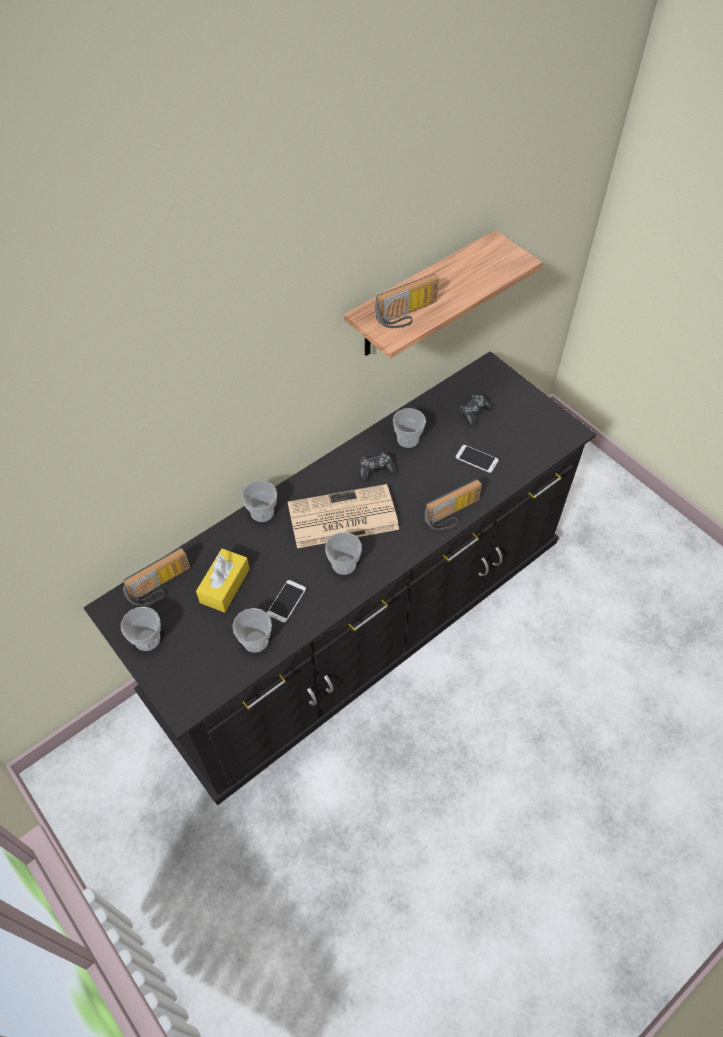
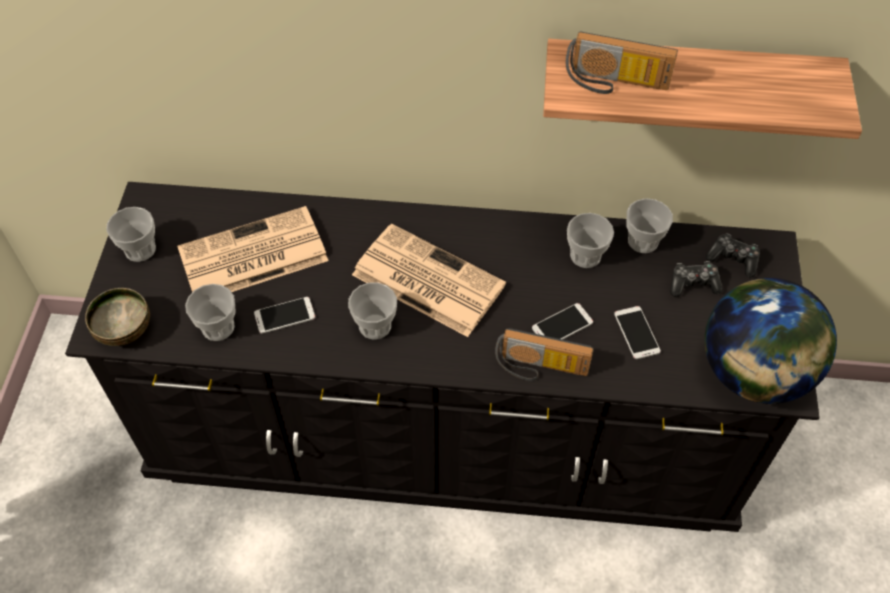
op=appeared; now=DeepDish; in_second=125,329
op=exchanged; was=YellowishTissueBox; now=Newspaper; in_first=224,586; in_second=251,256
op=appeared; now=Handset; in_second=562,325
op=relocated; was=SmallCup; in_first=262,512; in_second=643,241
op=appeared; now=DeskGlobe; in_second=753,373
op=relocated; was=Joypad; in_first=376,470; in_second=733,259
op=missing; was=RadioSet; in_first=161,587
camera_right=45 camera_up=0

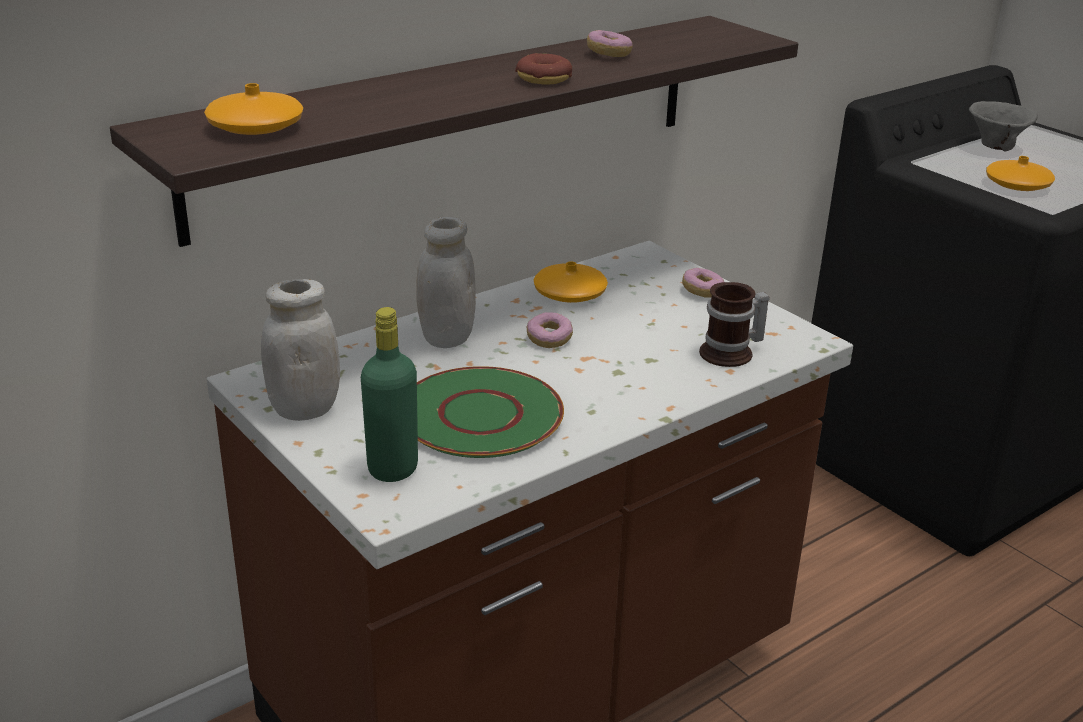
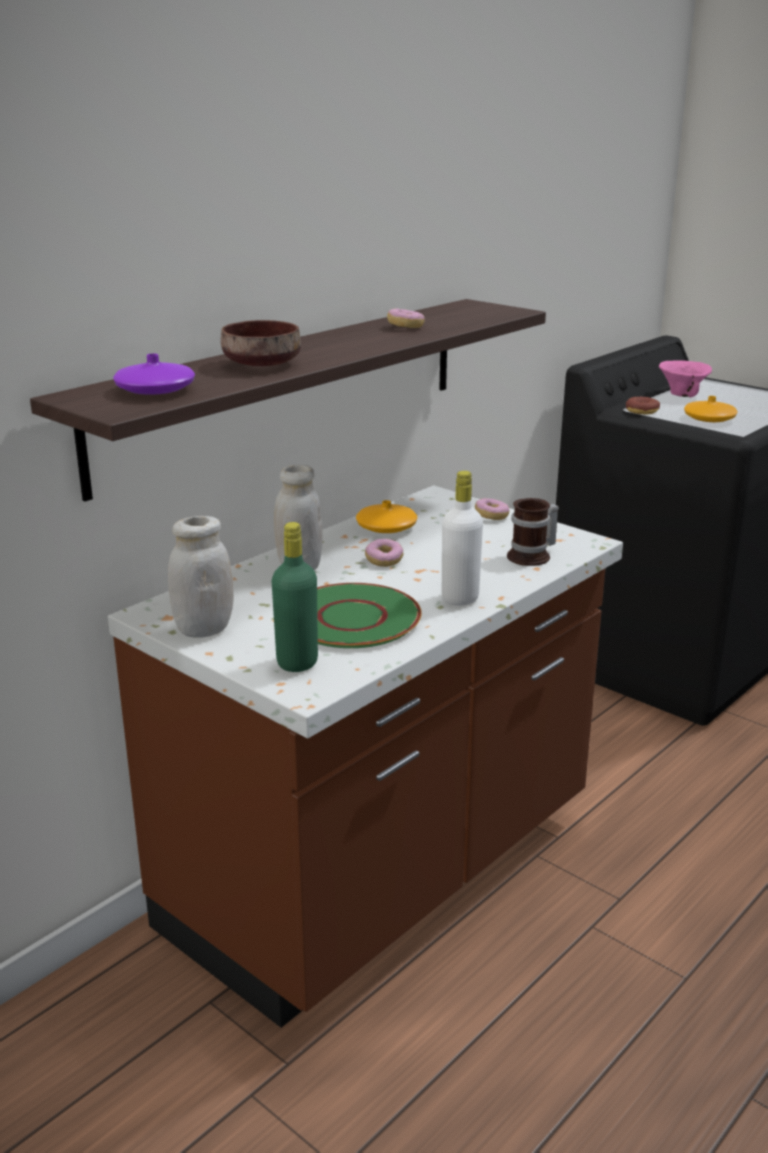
op=colour; was=OrangeFlowerVase; now=PurplishFlowerVase; in_first=255,127; in_second=155,390
op=appeared; now=BrownColouredDeepDish; in_second=263,364
op=appeared; now=WhitishBottle; in_second=460,598
op=relocated; was=Doughnut; in_first=544,79; in_second=641,411
op=colour; was=GreyishDeepDish; now=PinkishDeepDish; in_first=994,146; in_second=681,395
camera_right=-10 camera_up=-5

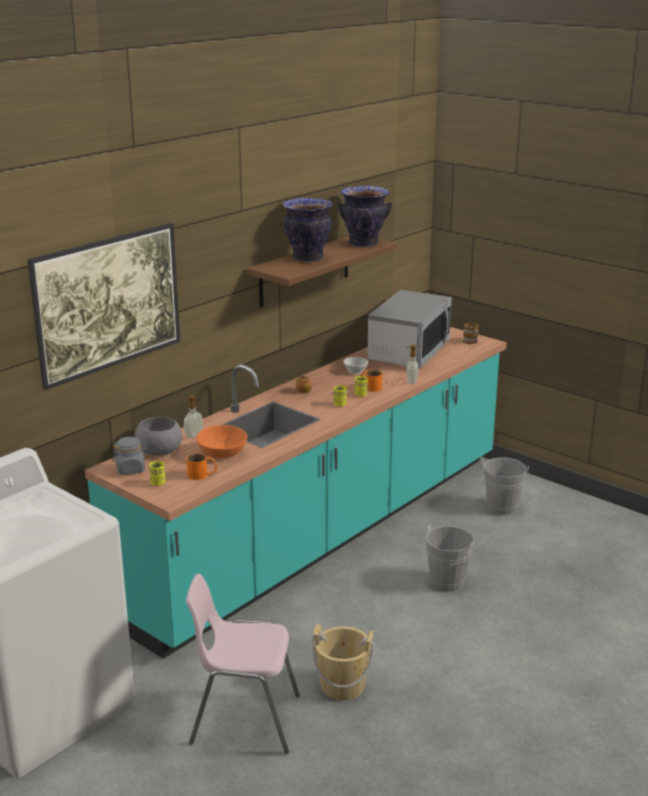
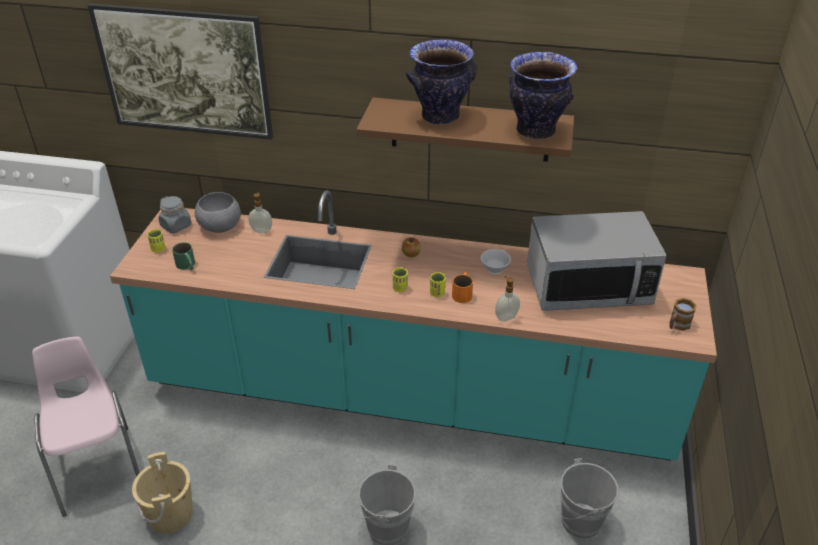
op=colour; was=OrangeTeaMug; now=GreenColouredTeaMug; in_first=202,475; in_second=187,266
op=missing; was=OrangeDeepDish; in_first=223,453
camera_right=60 camera_up=15

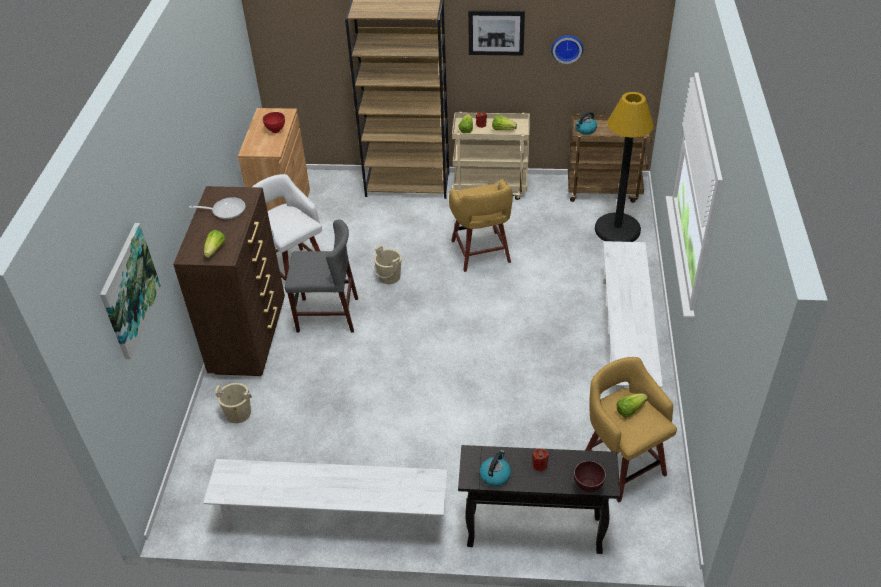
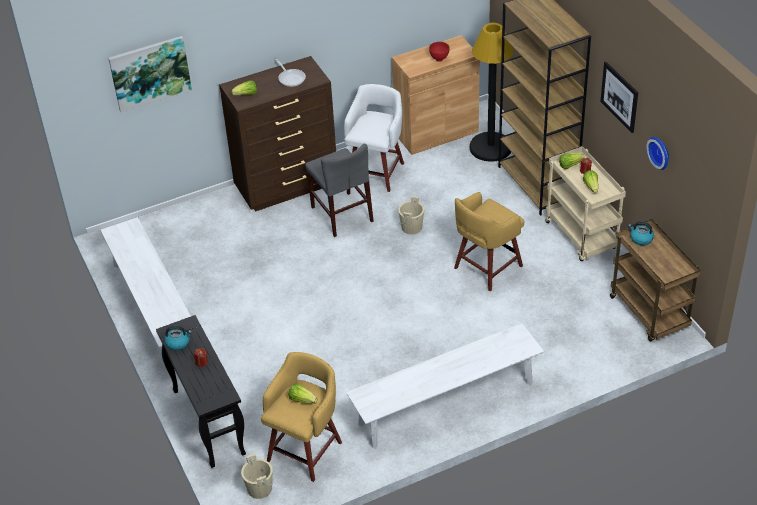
op=relocated; was=BeigeColouredPail; in_first=238,413; in_second=259,488
op=relocated; was=BlackishStandingLamp; in_first=617,229; in_second=490,147
op=missing; was=BrownColouredDeepDish; in_first=588,487
camera_right=60 camera_up=0

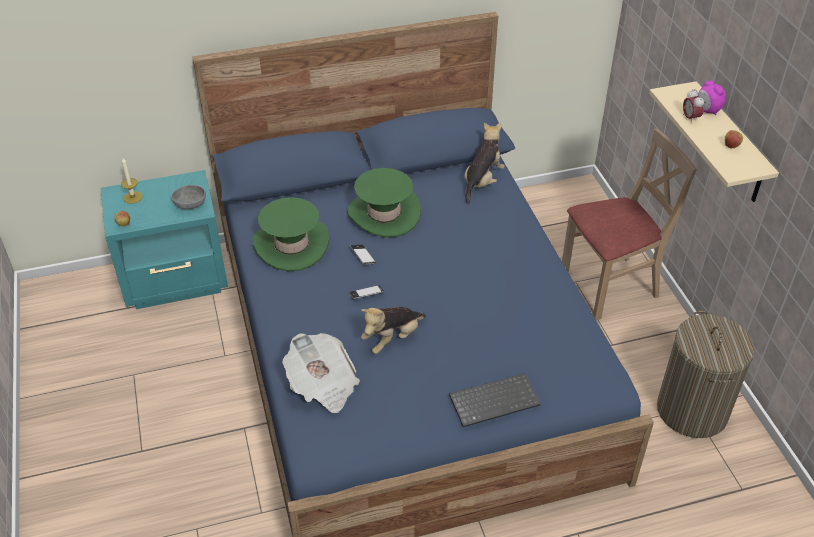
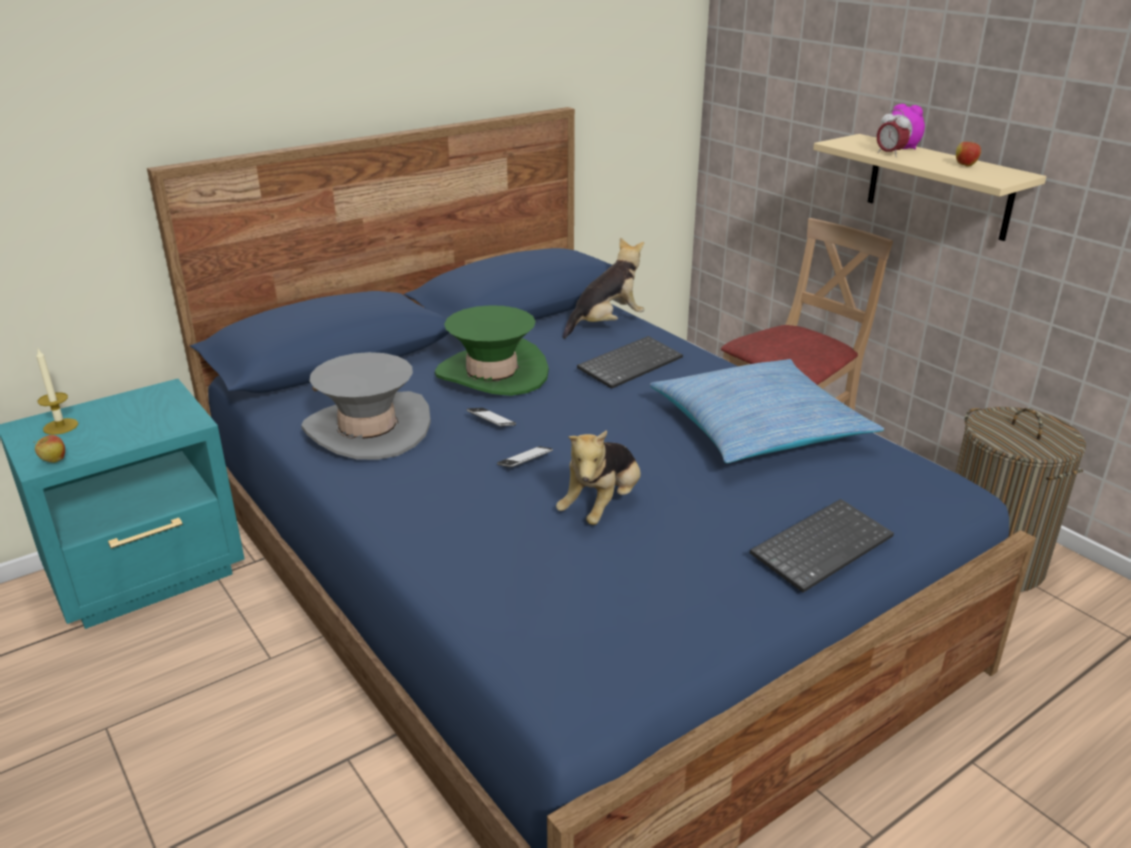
op=colour; was=GreenColouredHat; now=GreyishHat; in_first=291,245; in_second=367,429
op=spun; was=SoftToy; in_first=482,181; in_second=606,324; clockwise=45
op=appeared; now=Keyboard; in_second=630,363
op=appeared; now=Cushion; in_second=758,428
op=missing; was=GreyishDeepDish; in_first=190,204
op=missing; was=Newspaper; in_first=322,385
camera_right=-20 camera_up=-15

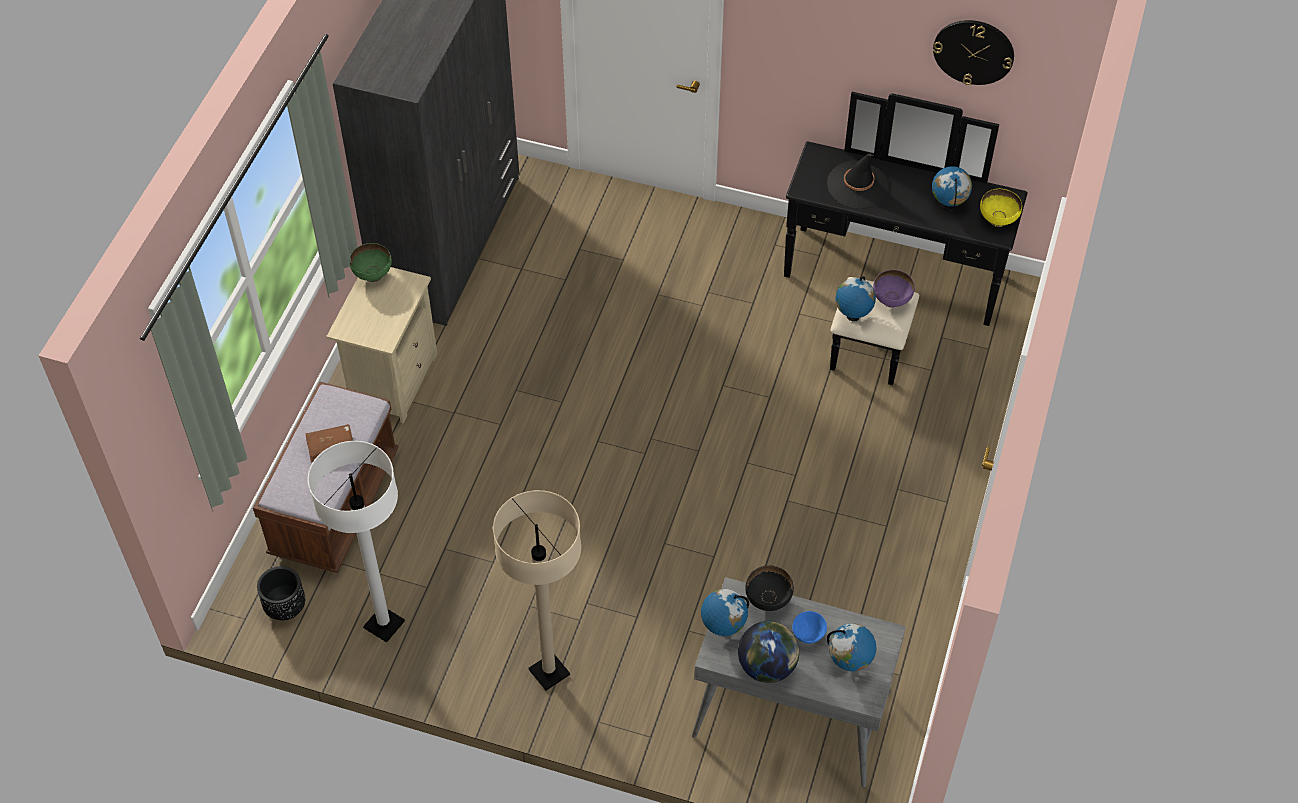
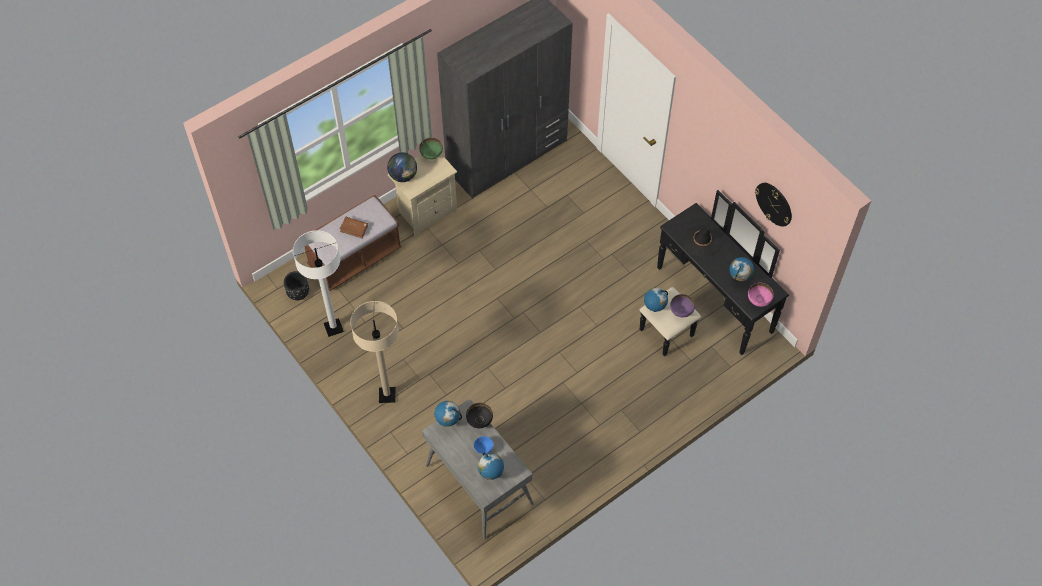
op=relocated; was=DeskGlobe; in_first=767,666; in_second=403,176
op=colour; was=YellowishDeepDish; now=PinkishDeepDish; in_first=997,220; in_second=758,301
camera_right=35 camera_up=5

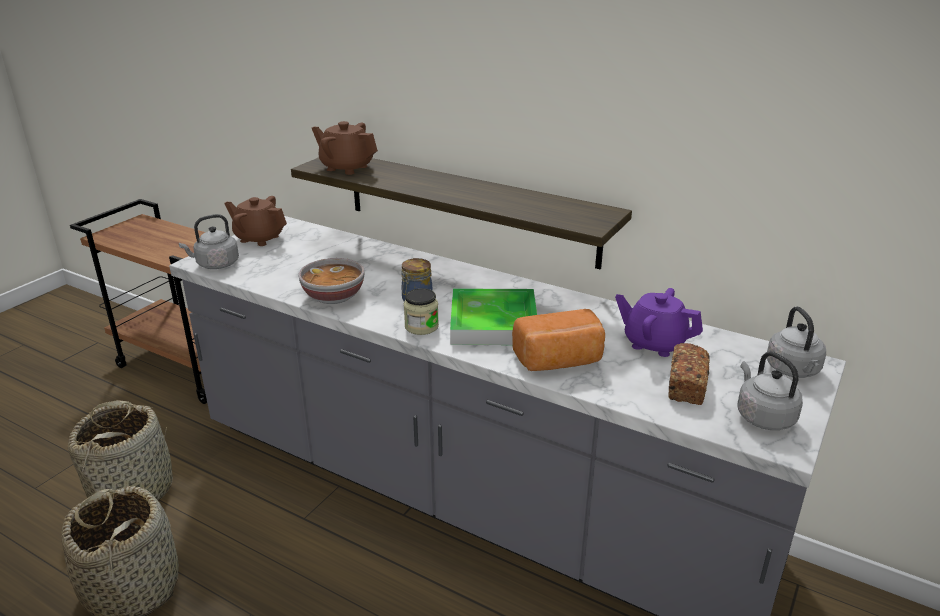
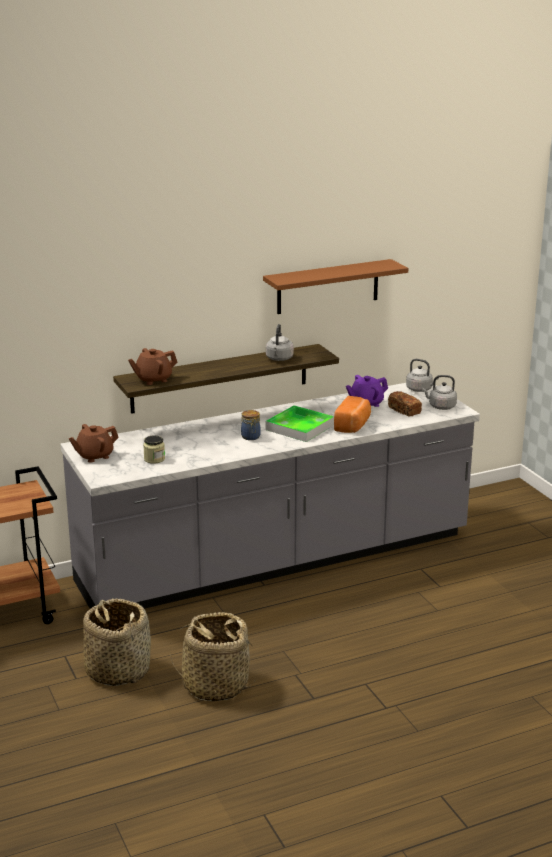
op=relocated; was=Jar; in_first=421,326; in_second=154,459
op=appeared; now=BrownColouredWallShelf; in_second=328,287
op=relocated; was=GreyishTeaKettle; in_first=215,264; in_second=279,359
op=missing; was=DeepDish; in_first=334,297
camera_right=-55 camera_up=-5

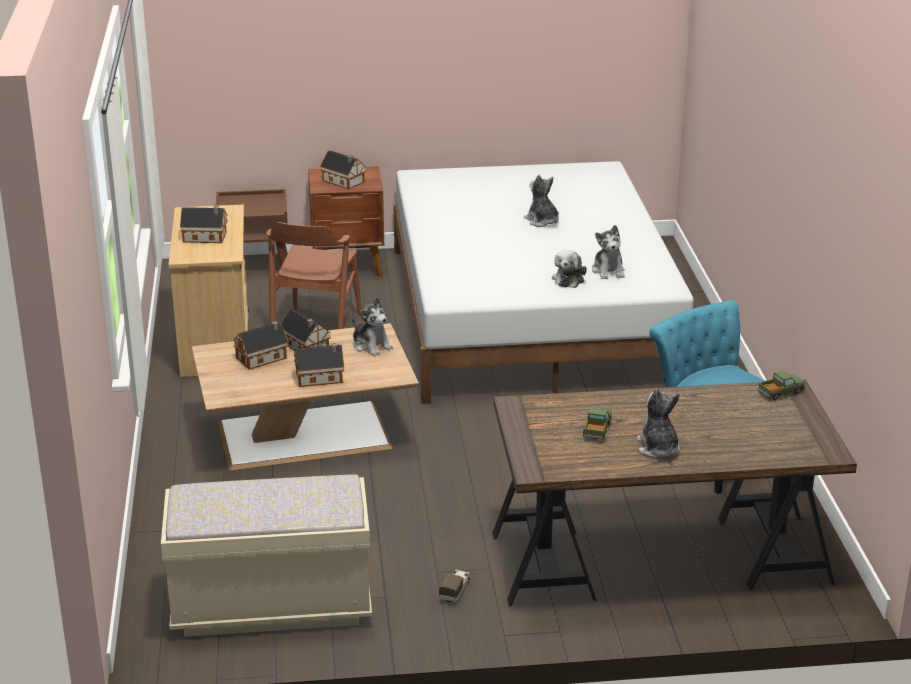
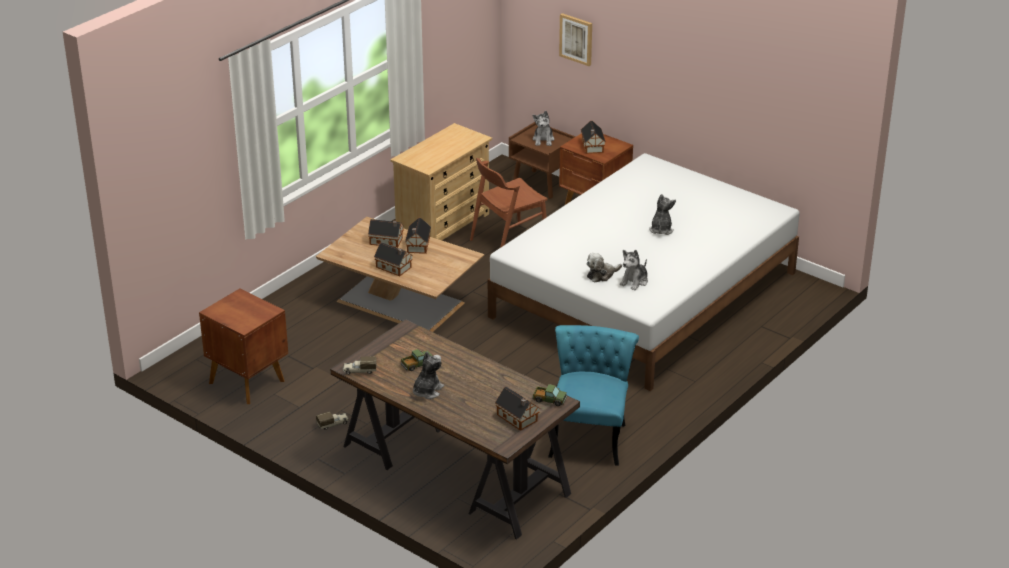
op=exchanged; was=BeigeColouredIndoorBench; now=BrownColouredNightstand; in_first=271,605; in_second=247,381
op=appeared; now=ToyLorry; in_second=359,371
op=relocated; was=ModelHouse; in_first=206,237; in_second=518,418
op=relocated; was=SoftToy; in_first=371,346; in_second=543,140
op=appeared; now=WallArt; in_second=576,39
camera_right=45 camera_up=5

